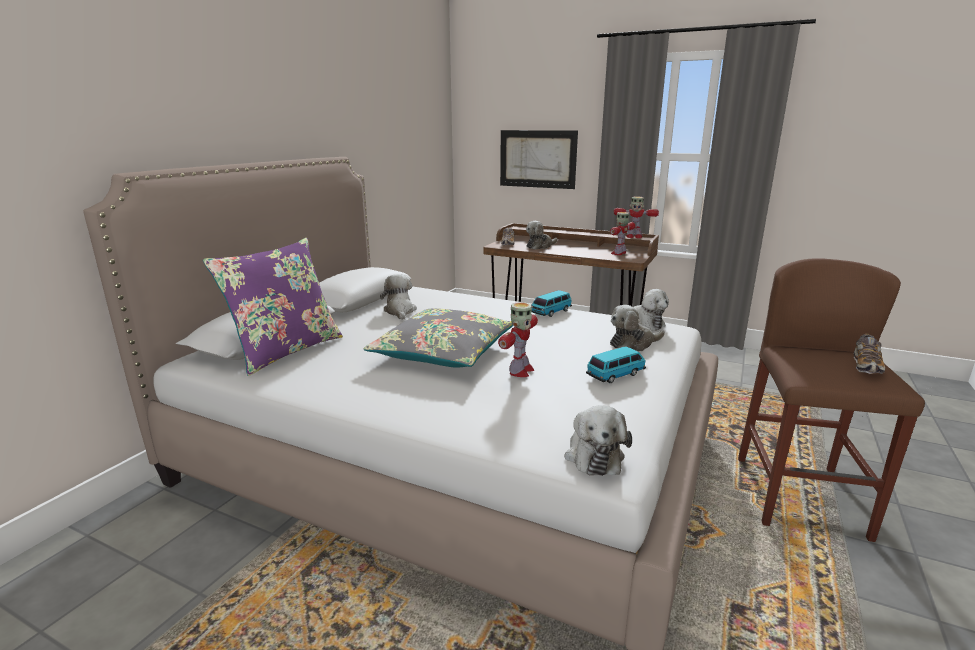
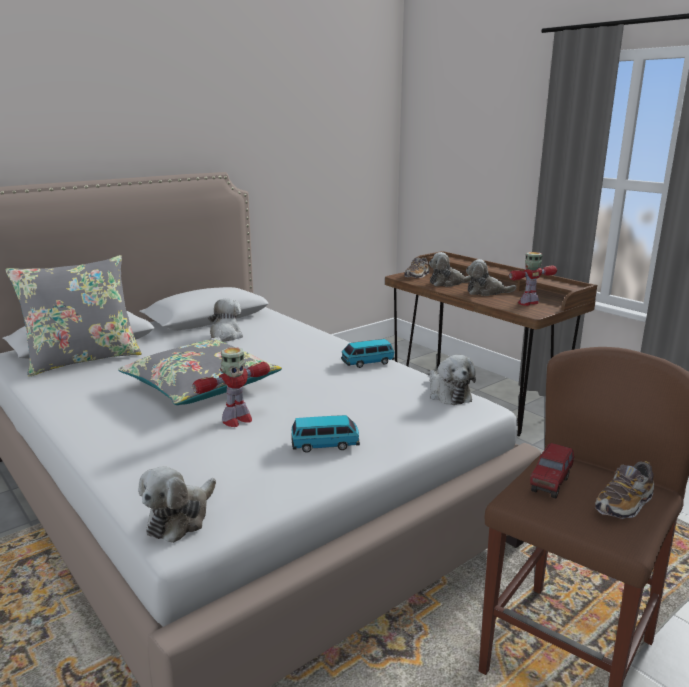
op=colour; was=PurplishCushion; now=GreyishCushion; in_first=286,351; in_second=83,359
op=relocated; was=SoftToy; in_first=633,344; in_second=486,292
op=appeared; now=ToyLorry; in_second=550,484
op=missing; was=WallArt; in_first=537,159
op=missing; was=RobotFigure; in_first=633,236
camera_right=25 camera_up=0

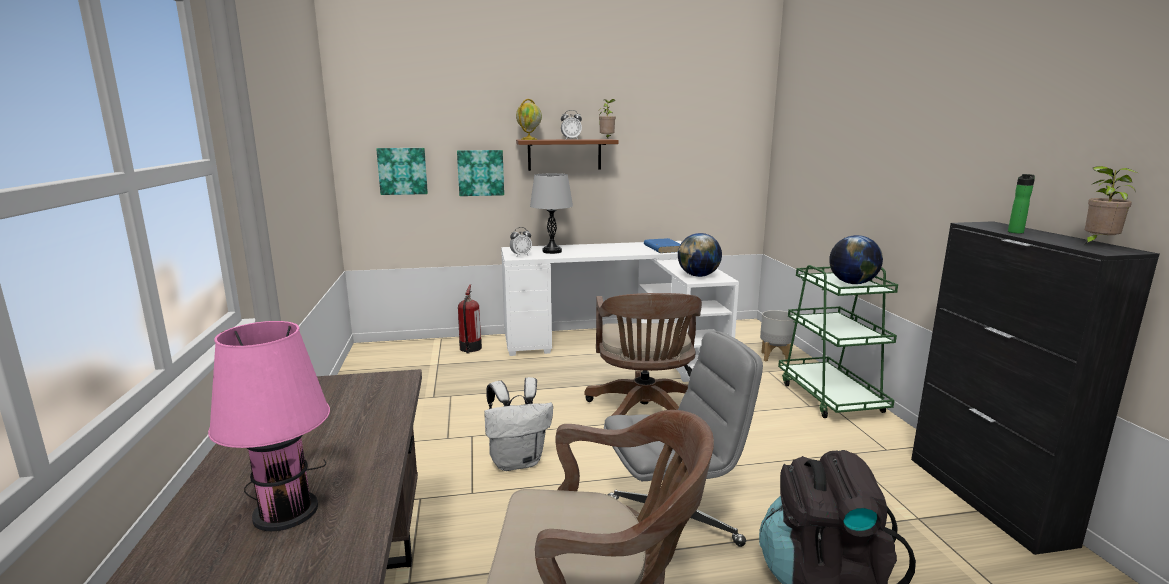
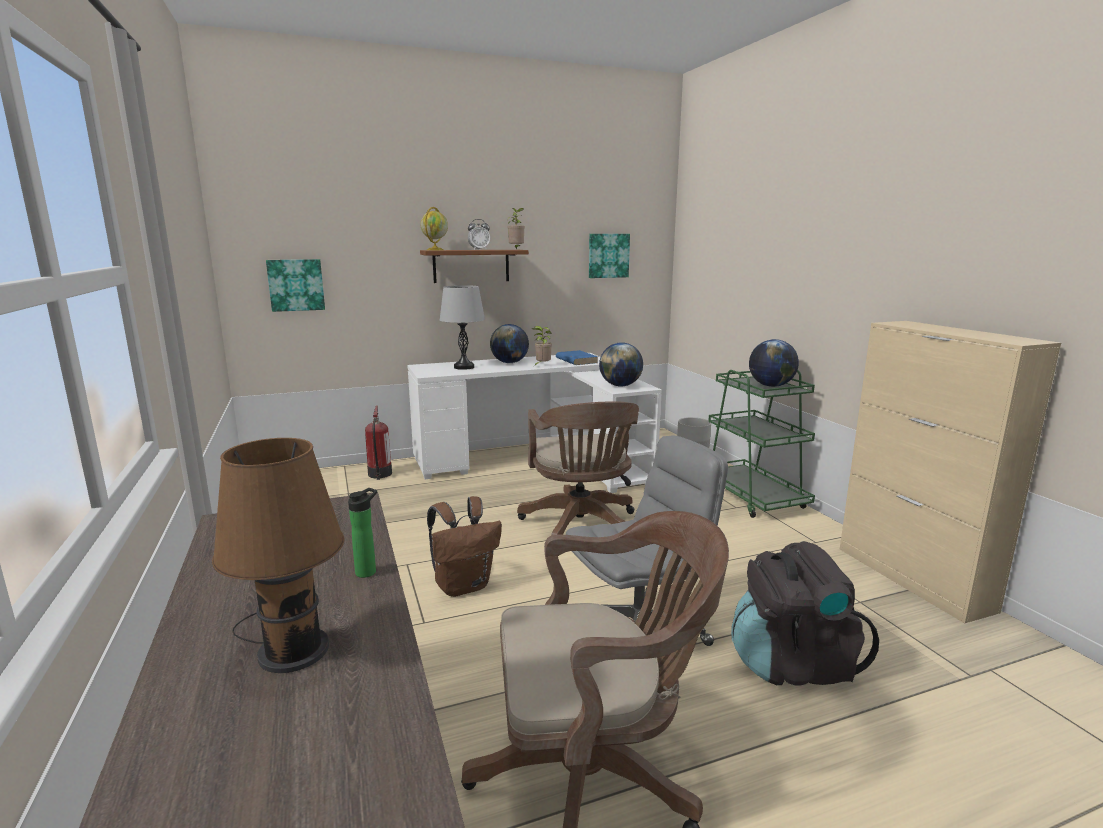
op=colour; was=PinkishLampForATable; now=BrownColouredLampForATable; in_first=285,508; in_second=291,647
op=relocated; was=Bottle; in_first=1016,232; in_second=368,571
op=colour; was=WhitishBackpack; now=BrownColouredBackpack; in_first=517,461; in_second=464,586
op=appeared; now=DeskGlobe; in_second=510,363
op=relocated; was=PottedPlant; in_first=1097,244; in_second=542,366
op=relocated; was=WallArt; in_first=480,172; in_second=608,255
op=colour; was=BlackishCupboard; now=BeigeColouredCupboard; in_first=987,499; in_second=913,578
op=missing; was=TableClock; in_first=521,256
camera_right=-10 camera_up=0

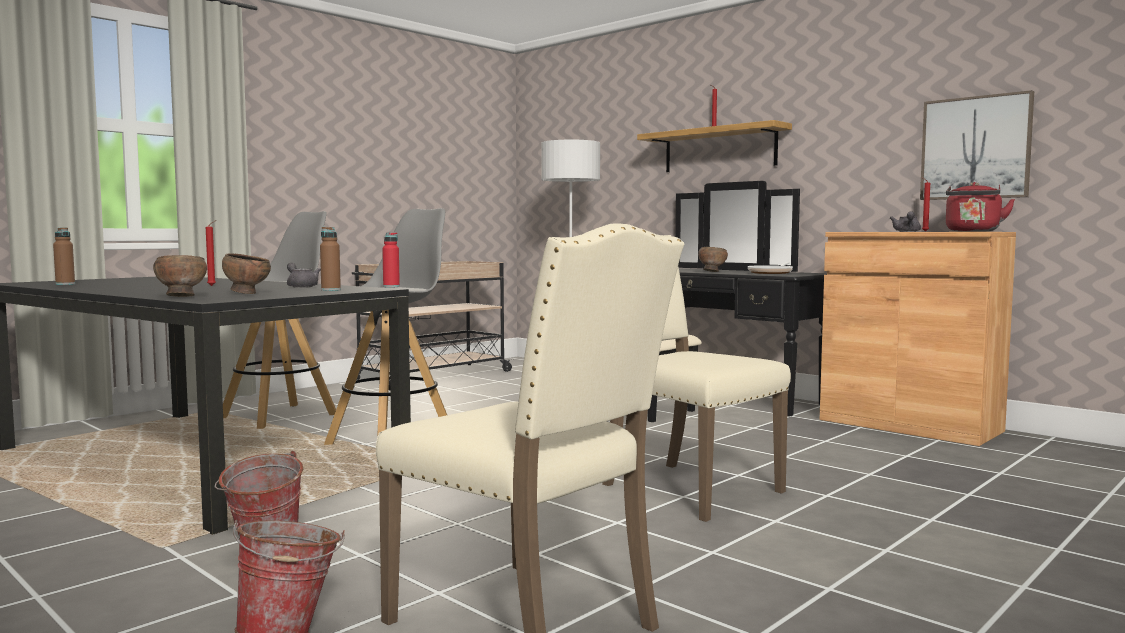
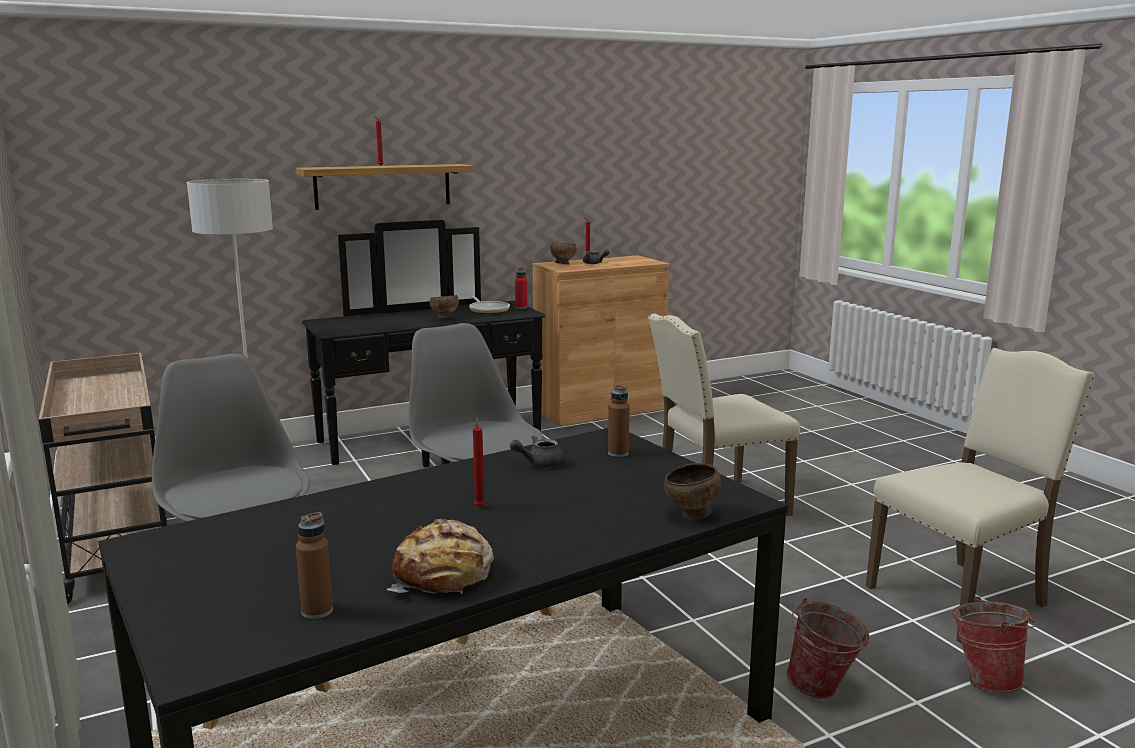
op=appeared; now=Bread; in_second=443,576
op=relocated; was=RedBottle; in_first=391,287; in_second=521,307
op=relocated; was=BrownColouredDeepDish; in_first=247,293; in_second=562,264
op=missing; was=WallArt; in_first=975,148
op=missing; was=RedTeaKettle; in_first=973,231
camera_right=-70 camera_up=10

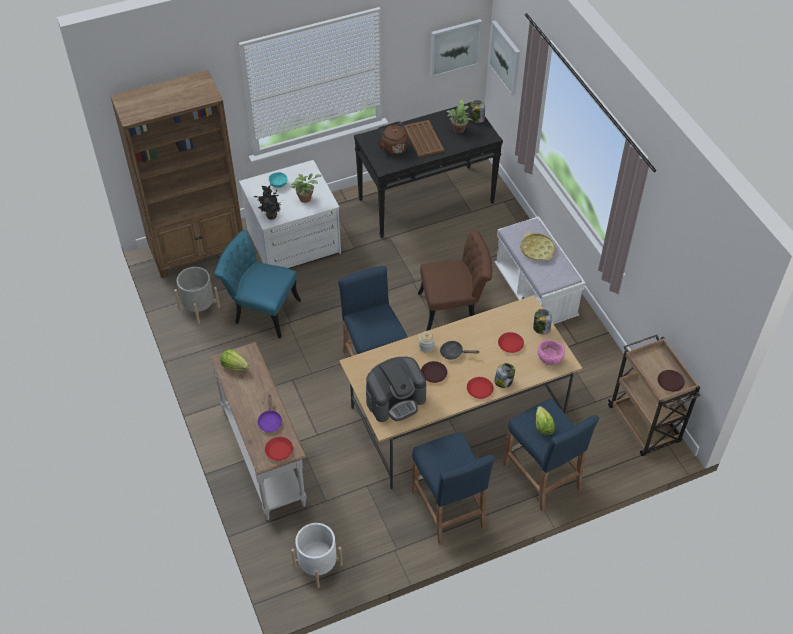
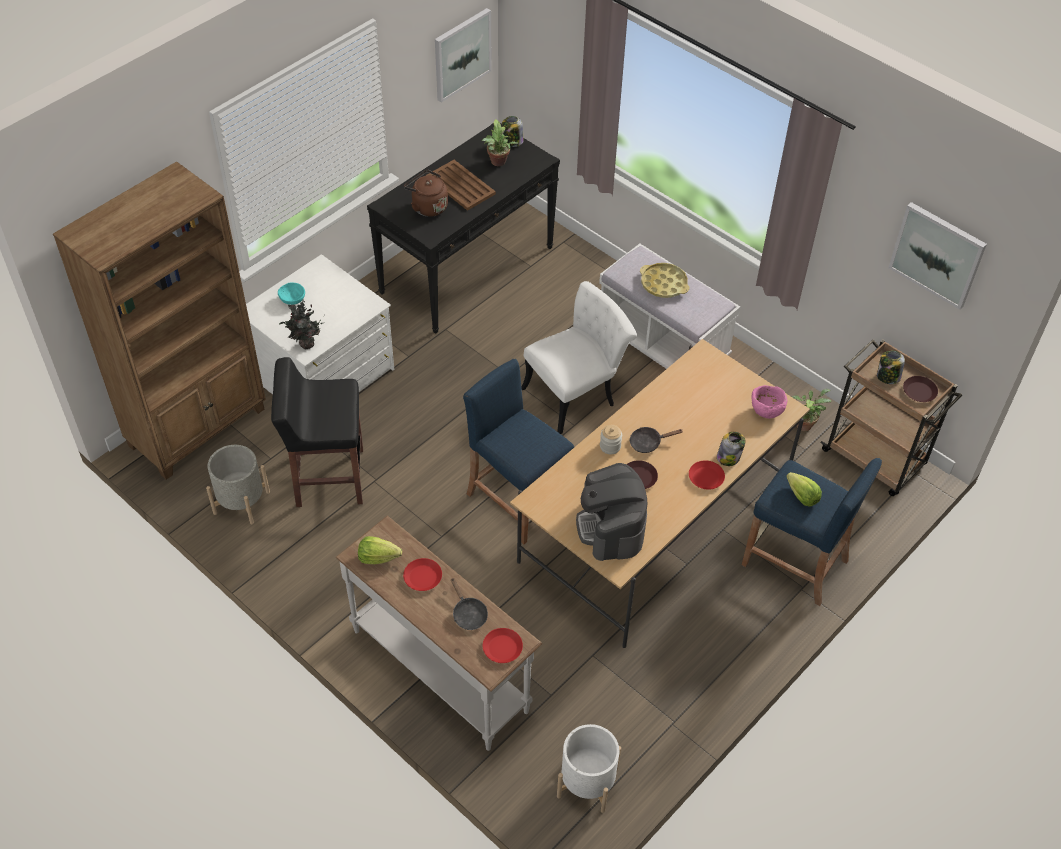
op=exchanged; was=TurquoiseUprightChair; now=BlackishSittingStool; in_first=261,310; in_second=328,477
op=relocated; was=RedPlate; in_first=510,344; in_second=422,577
op=colour; was=PurplishSkillet; now=BlackishSkillet; in_first=270,421; in_second=468,614
op=colour; was=BrownColouredUprightChair; now=WhitishUprightChair; in_first=454,309; in_second=576,393
op=spun; was=CoffeeBrewer; in_first=395,400; in_second=611,527; clockwise=135
op=relocated; was=PottedPlant; in_first=306,198; in_second=804,423
op=relocated; was=Jar; in_first=541,328; in_second=887,377
op=relocated; was=WallArt; in_first=505,57; in_second=937,254
op=missing; was=BluishSittingStool; in_first=448,509
camera_right=-25 camera_up=0

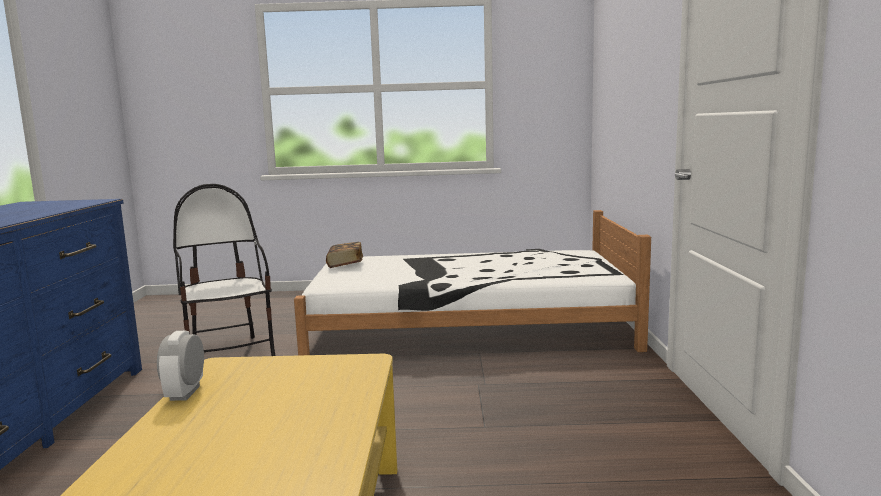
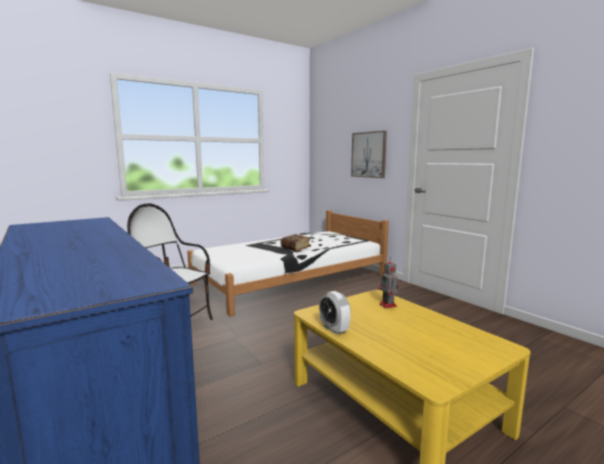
op=relocated; was=BoundBook; in_first=345,264; in_second=295,249
op=appeared; now=WallArt; in_second=369,154
op=appeared; now=RobotFigure; in_second=388,305
camera_right=-35 camera_up=0

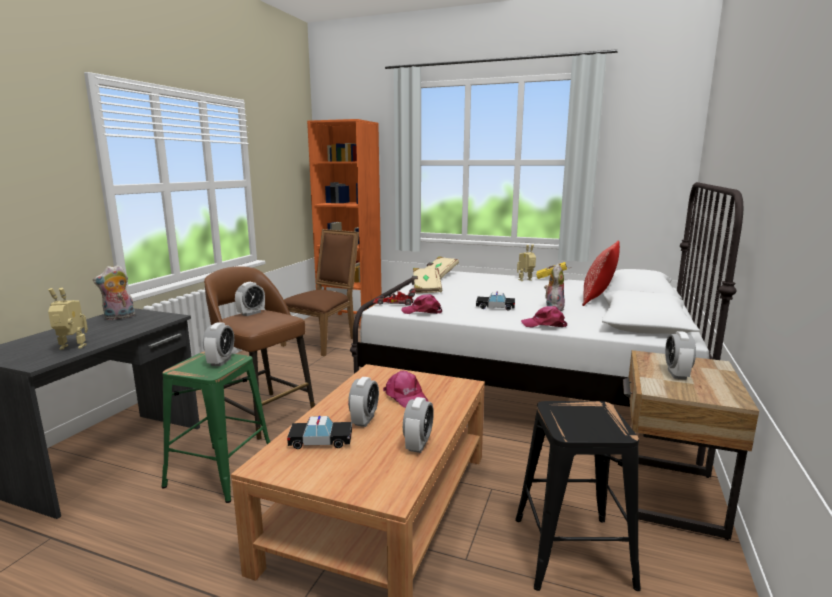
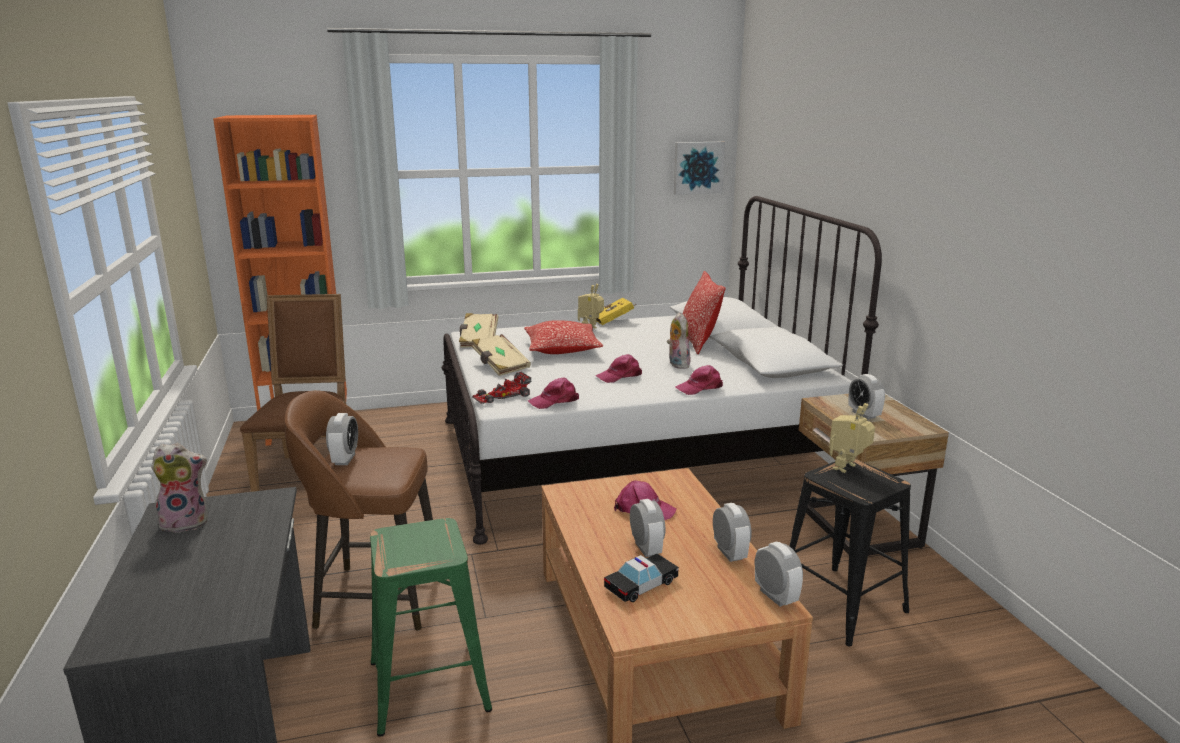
op=spun; was=SoftToy; in_first=119,317; in_second=187,522; clockwise=-120
op=appeared; now=Cushion; in_second=562,349
op=exchanged; was=ModelCar; now=PinkishCap; in_first=495,307; in_second=620,376
op=appeared; now=WallArt; in_second=698,167
op=relocated; was=TableClock; in_first=221,362; in_second=775,596
op=relocated; was=RobotFigure; in_first=71,348; in_second=848,468
camera_right=-35 camera_up=5

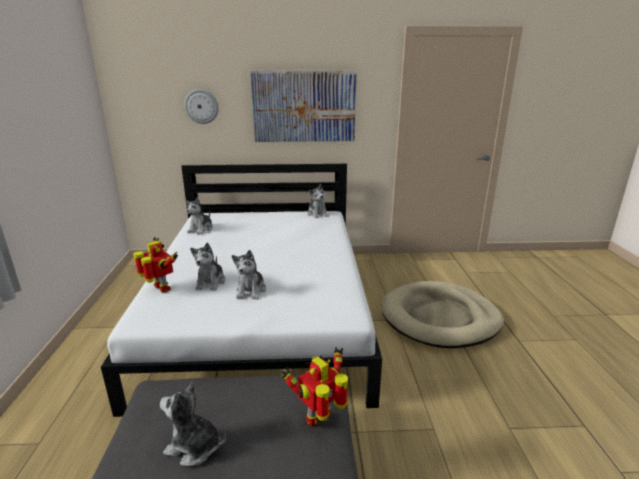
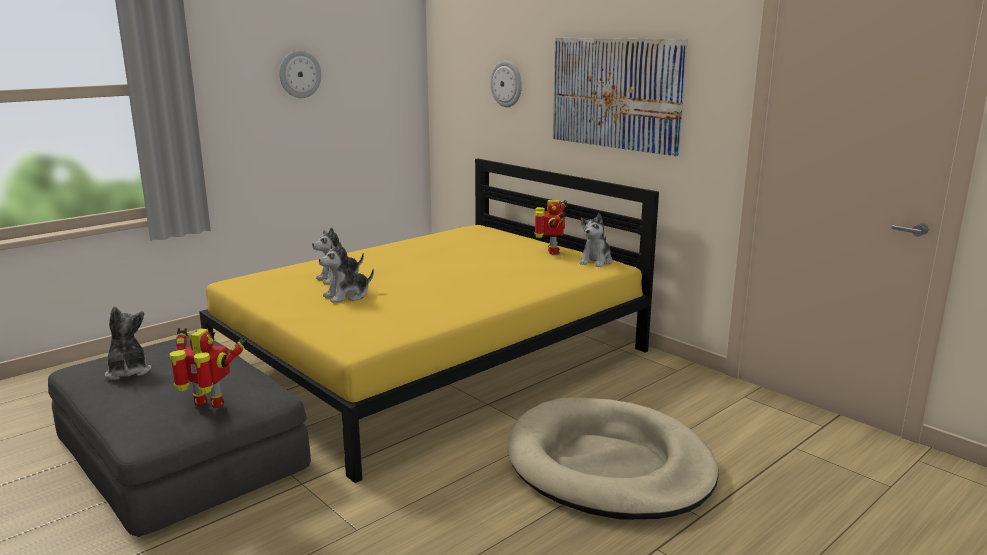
op=colour; was=WhitishBed; now=YellowishBed; in_first=262,313; in_second=435,360
op=appeared; now=HangingClock; in_second=299,74
op=relocated; was=RobotFigure; in_first=161,289; in_second=552,251
op=missing; was=SoftToy; in_first=201,229
camera_right=50 camera_up=-5

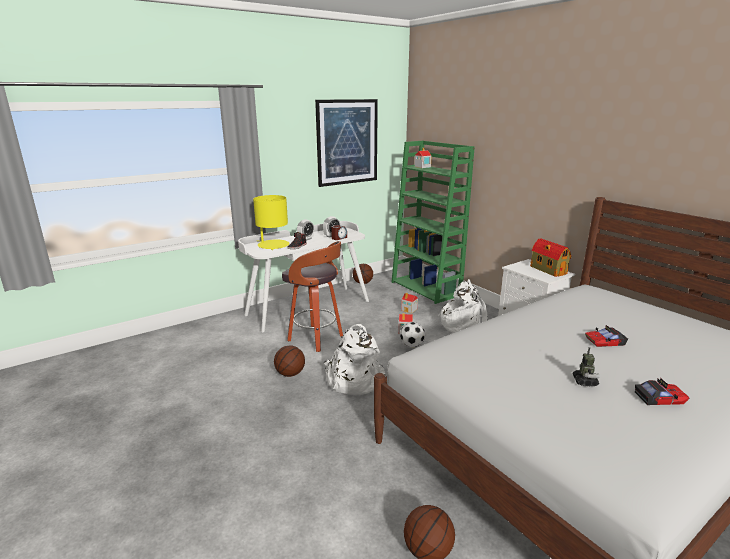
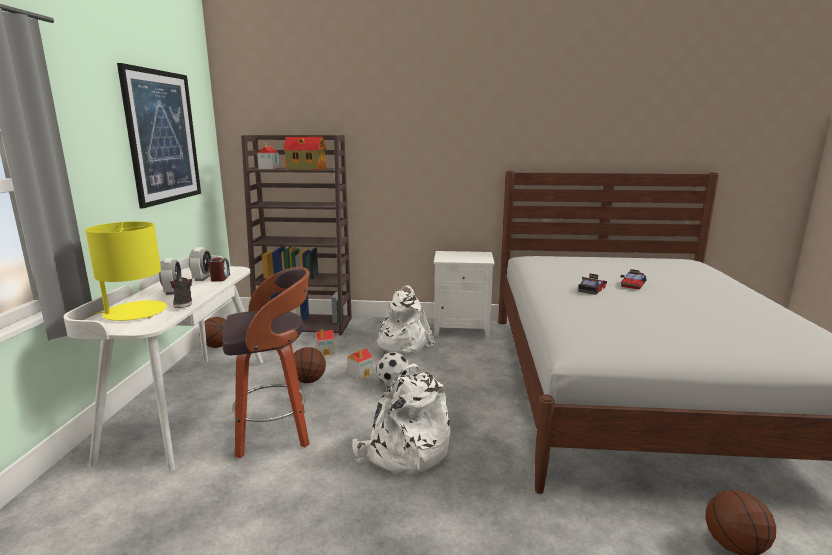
op=colour; was=GreenColouredBookshelf; now=BrownColouredBookshelf; in_first=426,288; in_second=305,324
op=relocated; was=ModelHouse; in_first=547,270; in_second=305,168
op=relocated; was=BasketballBall; in_first=290,374; in_second=308,381
op=relocated; was=ModelCar; in_first=659,397; in_second=592,289
op=missing; was=RobotFigure; in_first=584,382
camera_right=-50 camera_up=-5

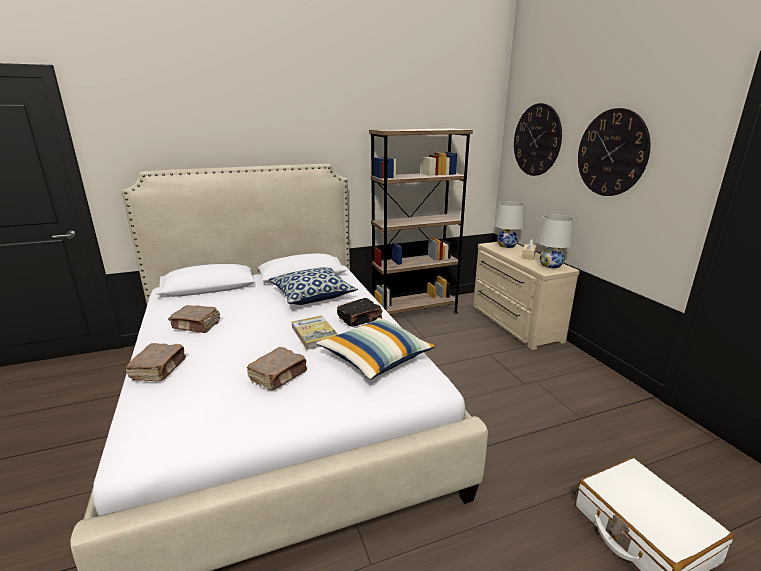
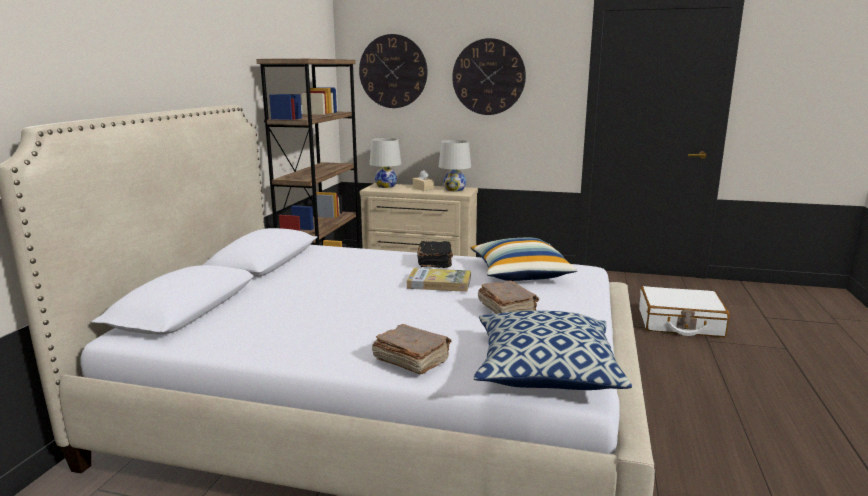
op=relocated; was=Cushion; in_first=312,296; in_second=544,371
op=missing; was=BrownColouredBoundBook; in_first=196,326
camera_right=-55 camera_up=-5

